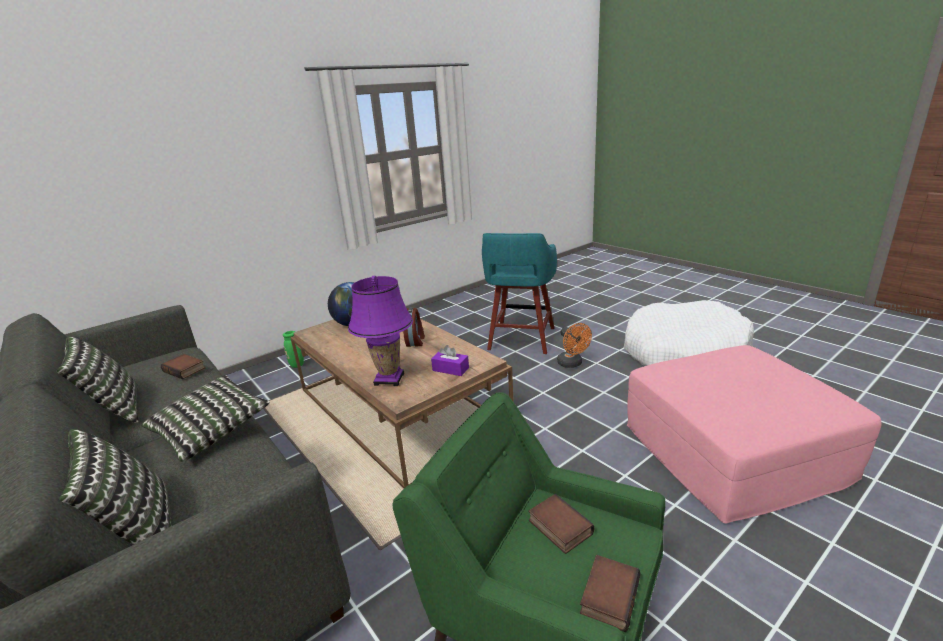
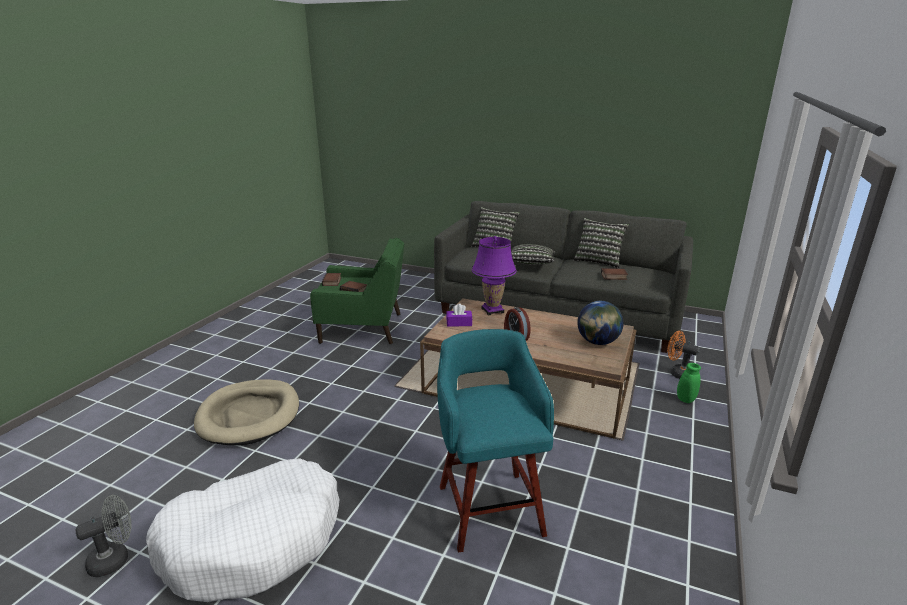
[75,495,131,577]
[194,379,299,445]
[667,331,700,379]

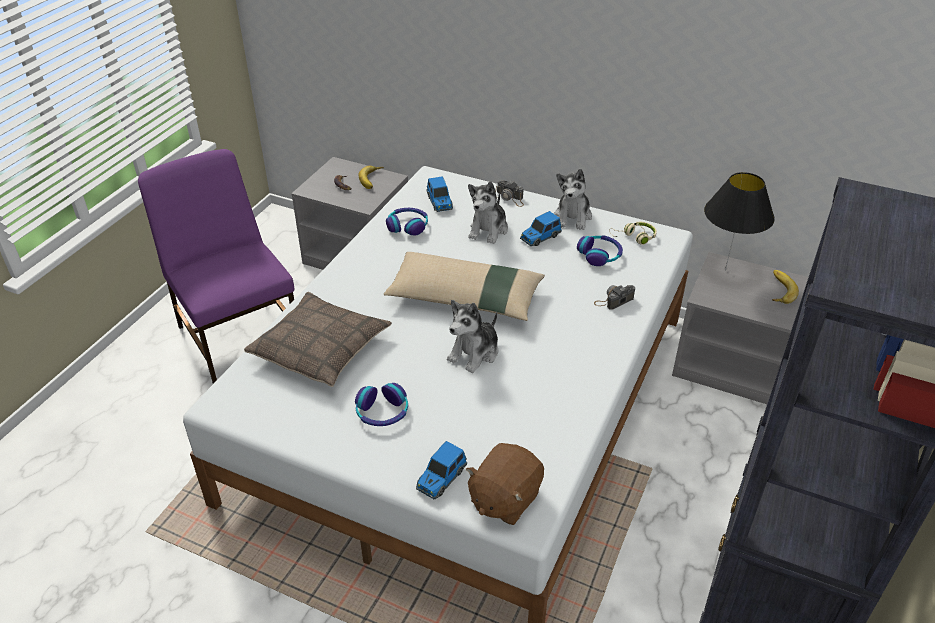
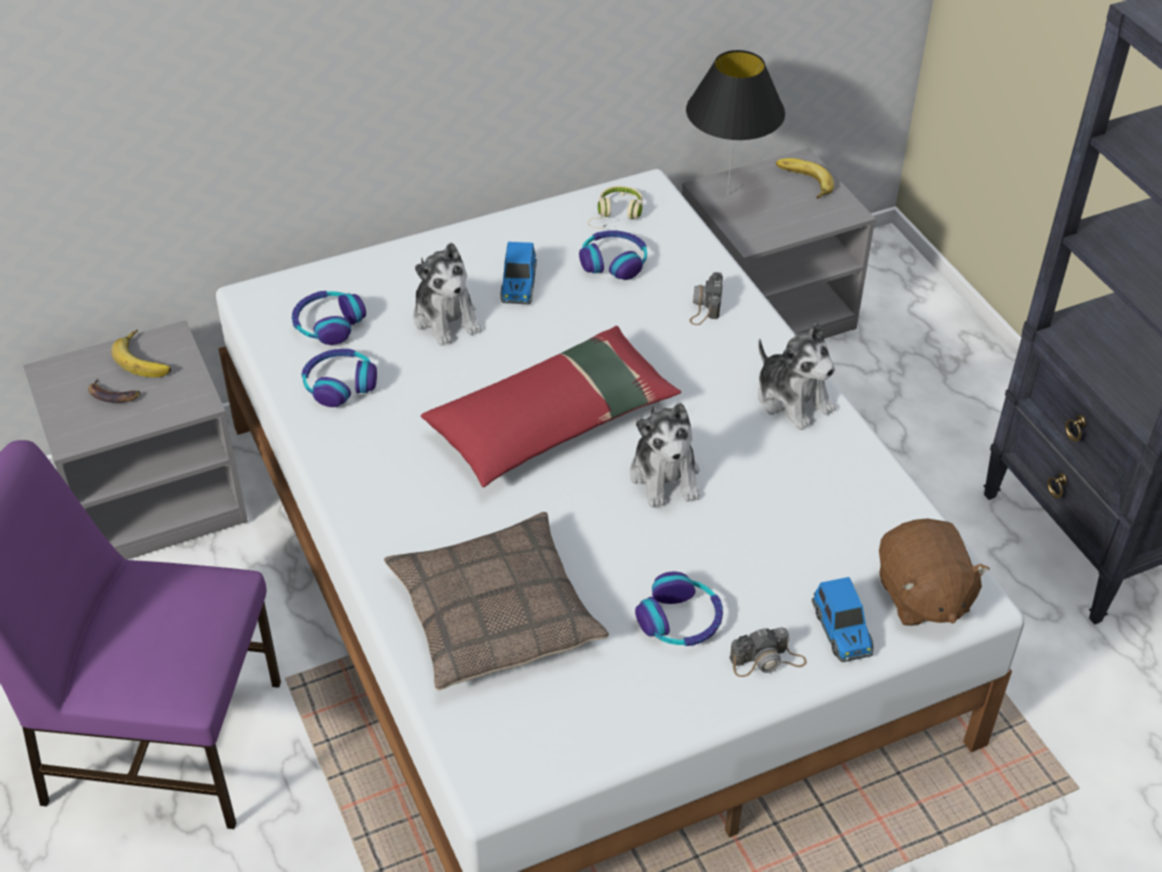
[292,291,366,345]
[421,326,681,487]
[730,627,807,677]
[758,323,836,430]

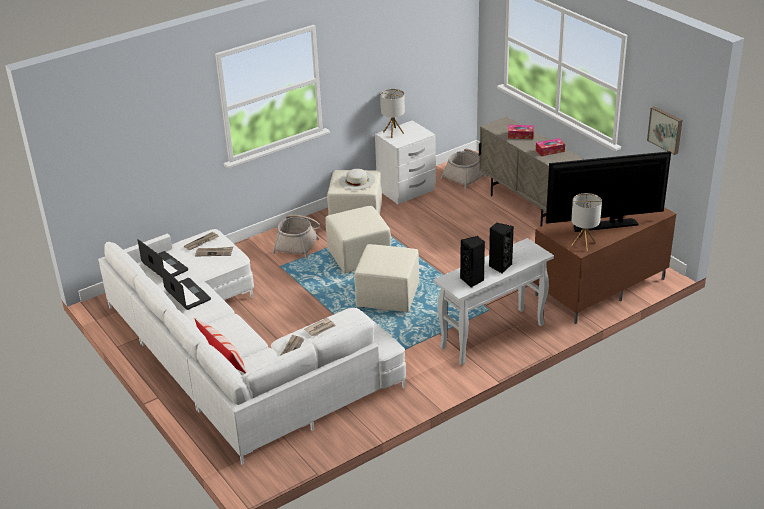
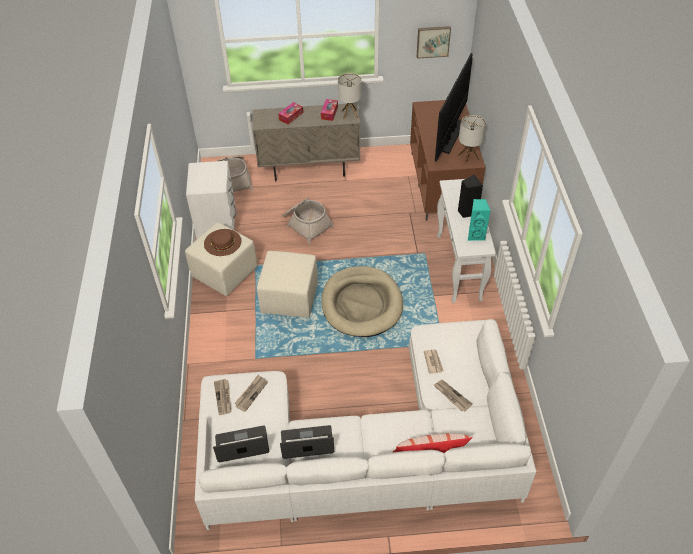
[204,229,241,256]
[282,197,335,244]
[321,266,403,337]
[338,73,361,120]
[468,199,491,241]

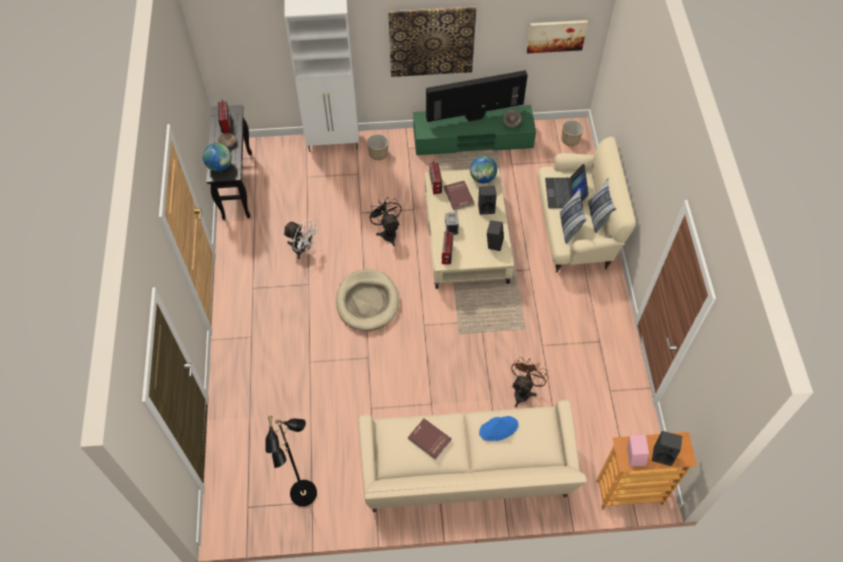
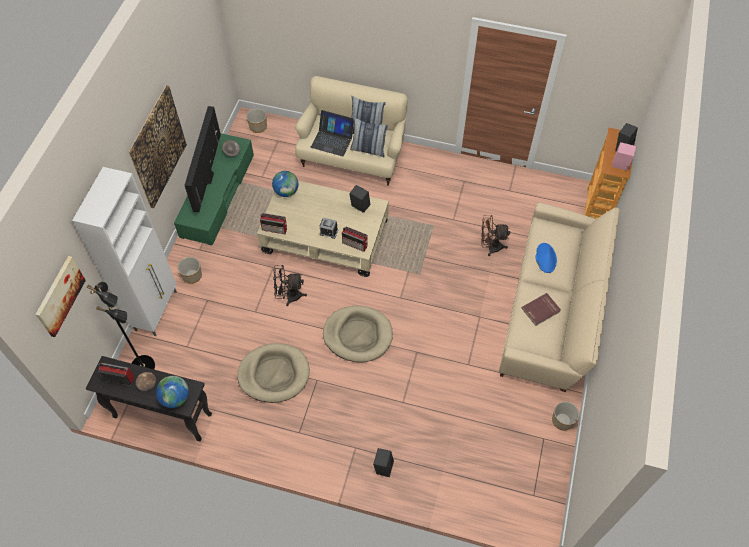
[35,256,86,337]
[87,282,155,369]
[238,343,310,403]
[373,448,394,477]
[481,215,510,256]
[552,401,579,430]
[444,181,474,210] (first image)

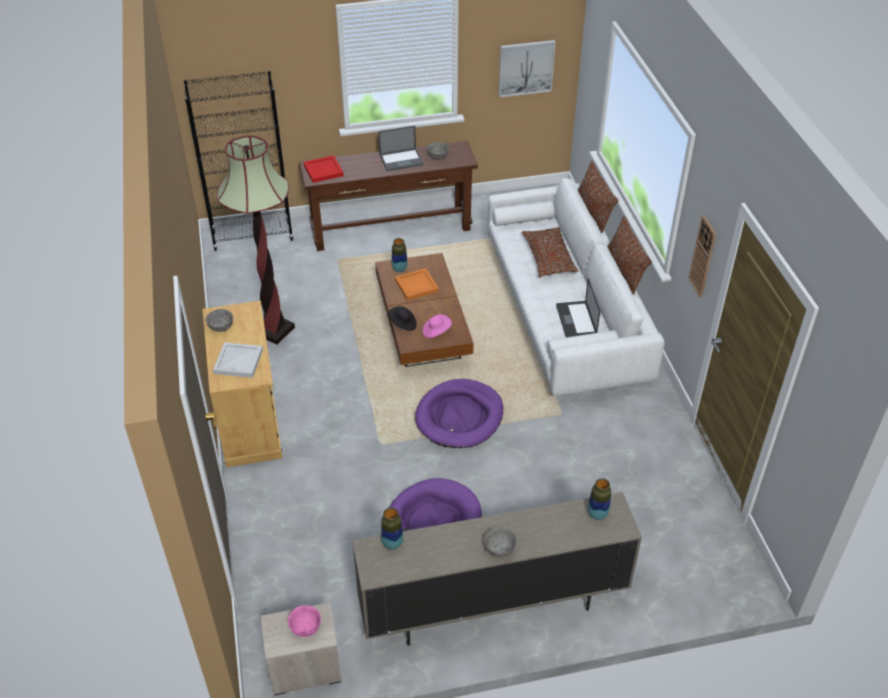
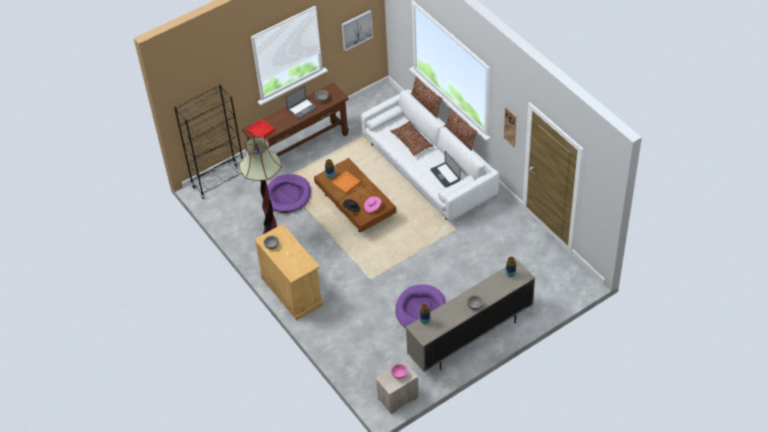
[268,174,311,213]
[213,342,263,378] (first image)

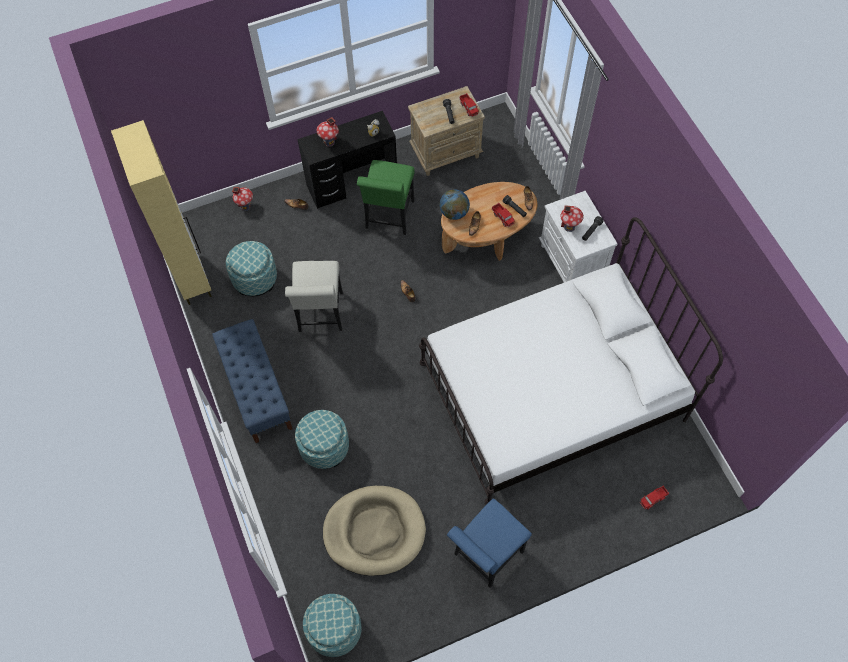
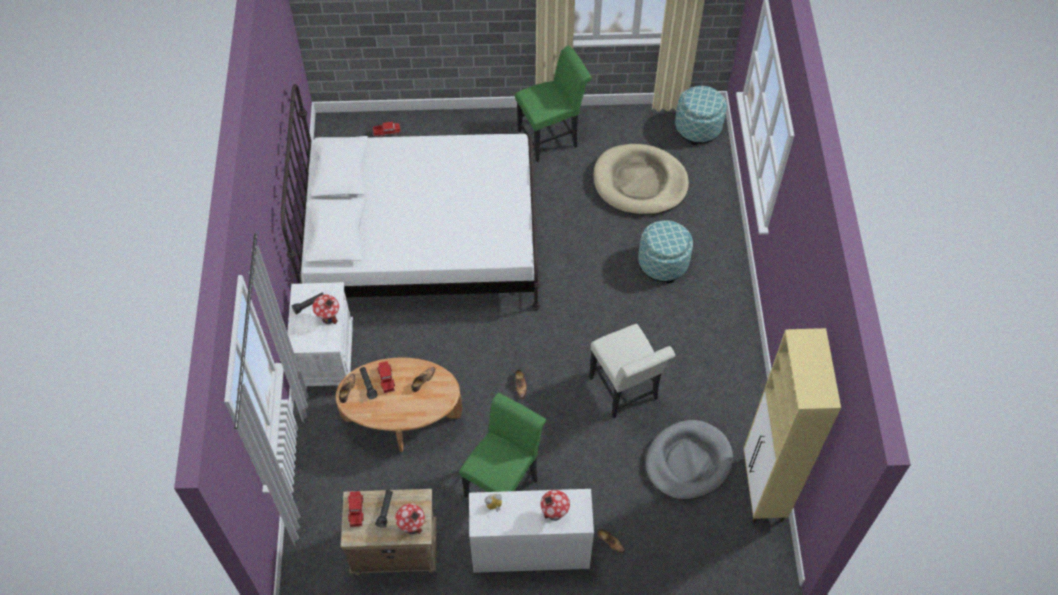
[395,503,425,534]
[469,489,594,573]
[515,46,592,162]
[589,324,675,419]
[645,420,733,500]
[212,319,293,443] (first image)
[440,189,470,220] (first image)

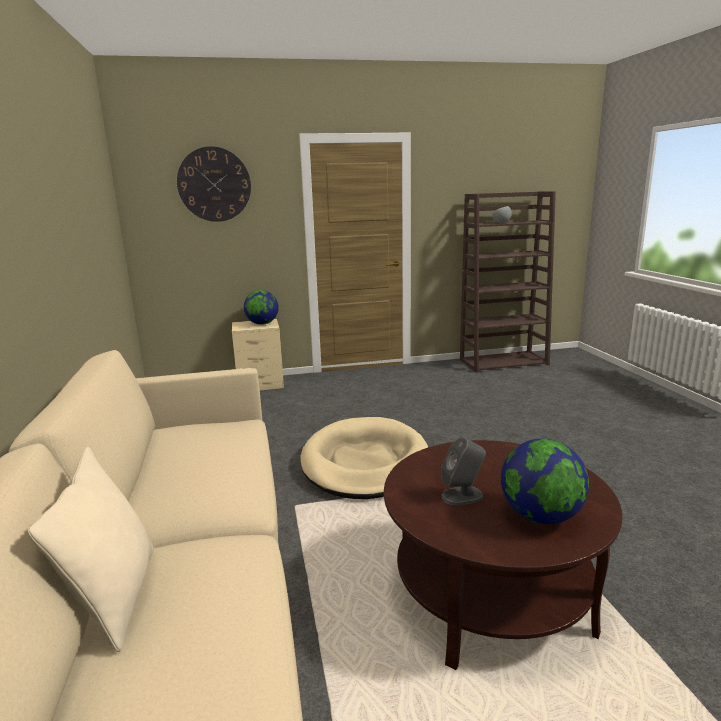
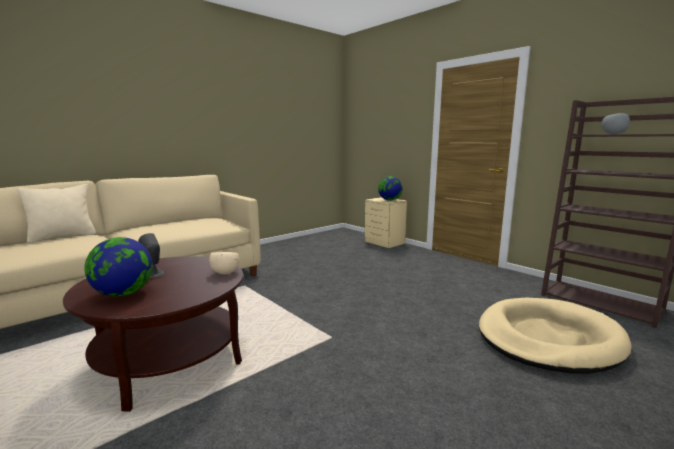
[209,252,239,274]
[479,298,632,374]
[177,146,251,222] (first image)

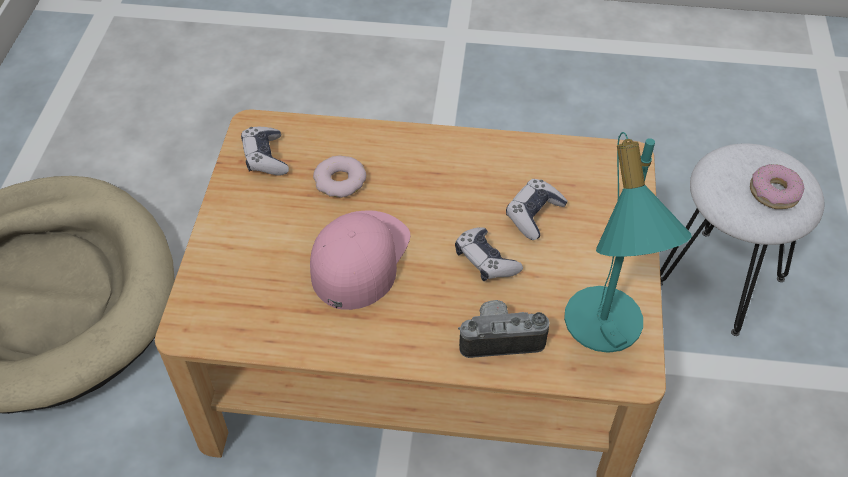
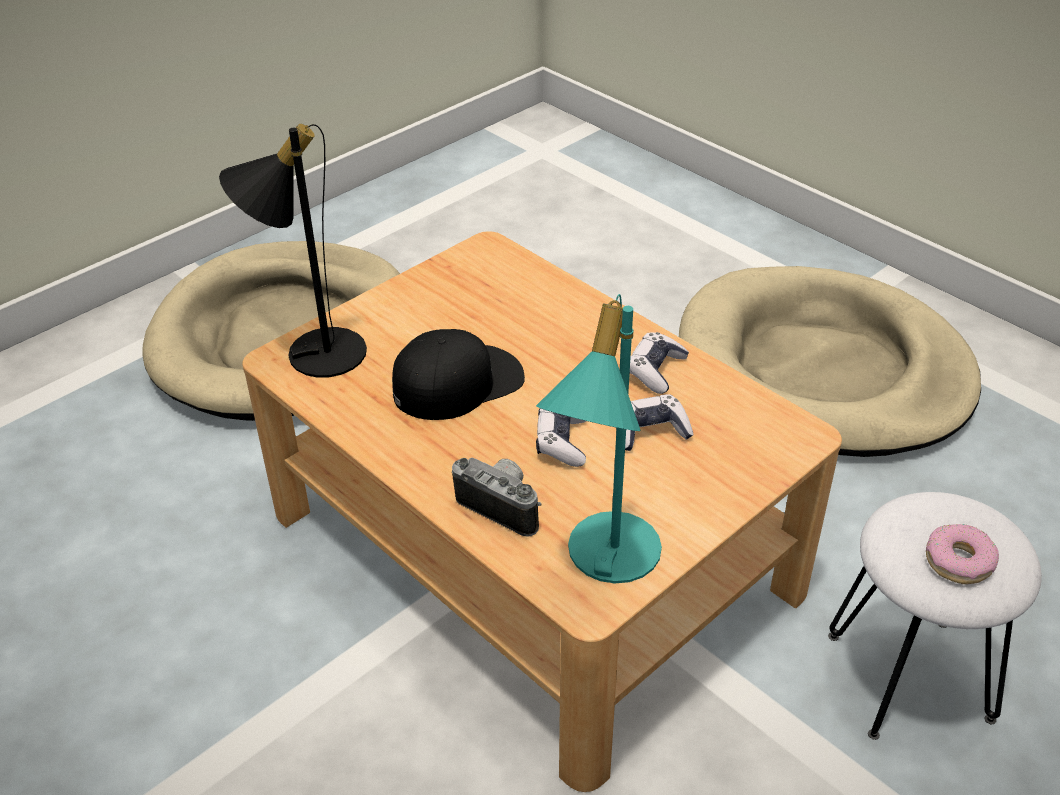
[219,124,367,378]
[392,329,525,420]
[630,332,689,394]
[679,266,981,457]
[313,155,366,198] (first image)

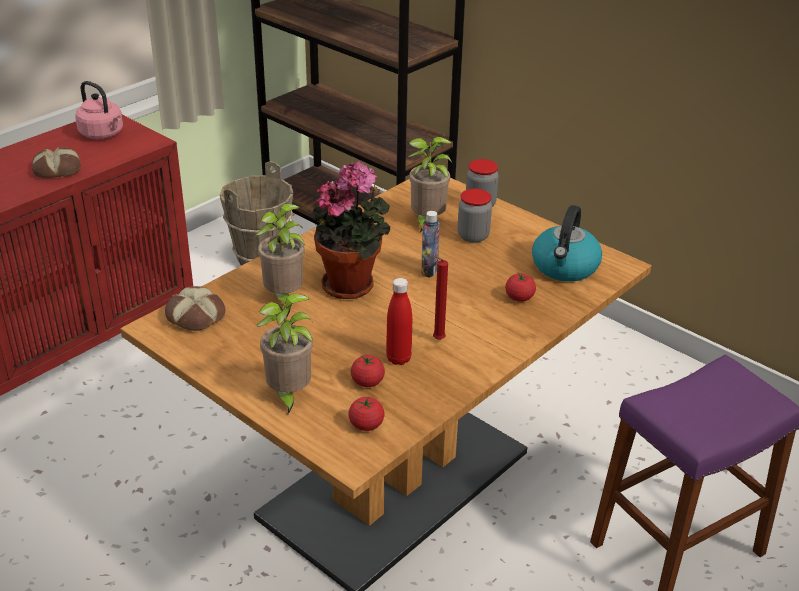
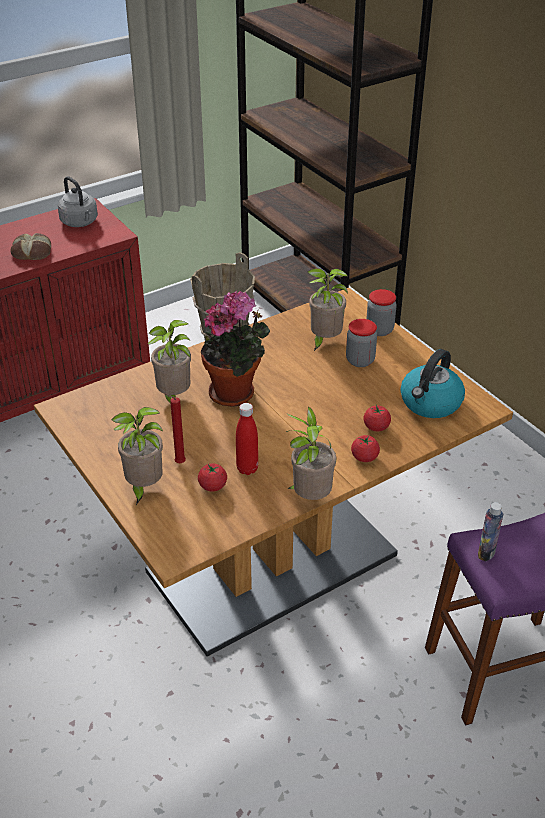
[58,176,98,227]
[164,393,186,463]
[286,407,336,500]
[351,435,380,462]
[478,502,503,562]
[165,286,225,331] (first image)

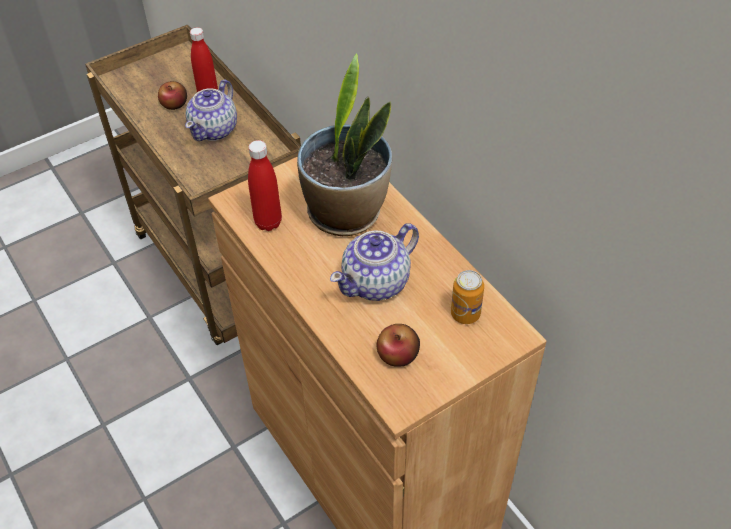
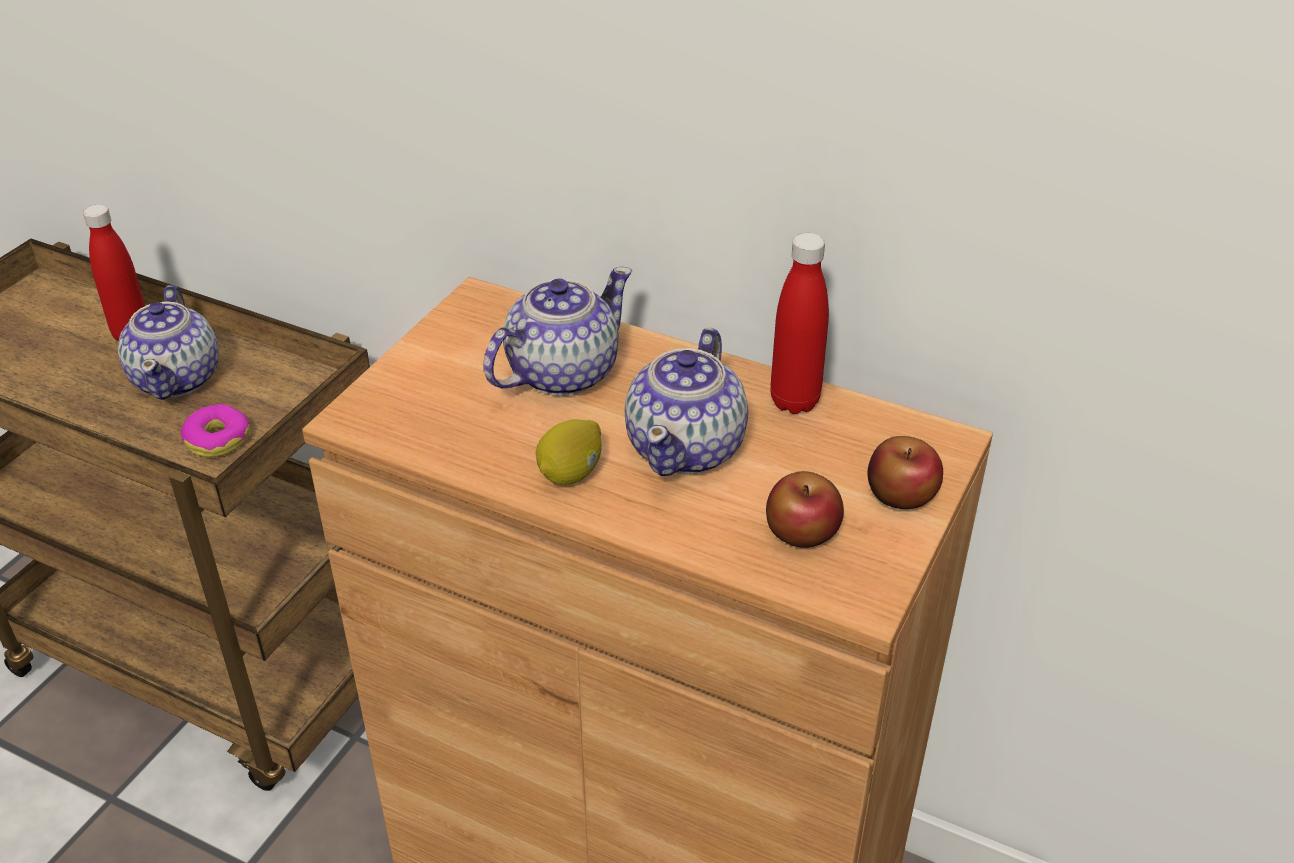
[181,404,250,457]
[483,267,632,396]
[536,419,602,485]
[770,233,829,414]
[867,436,943,509]
[451,270,484,324] (first image)

